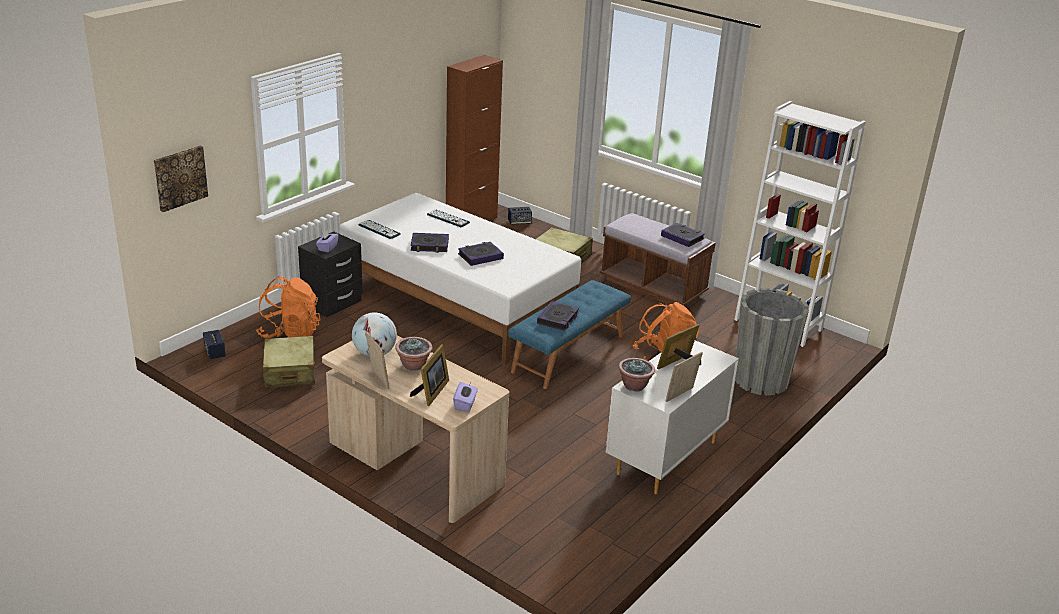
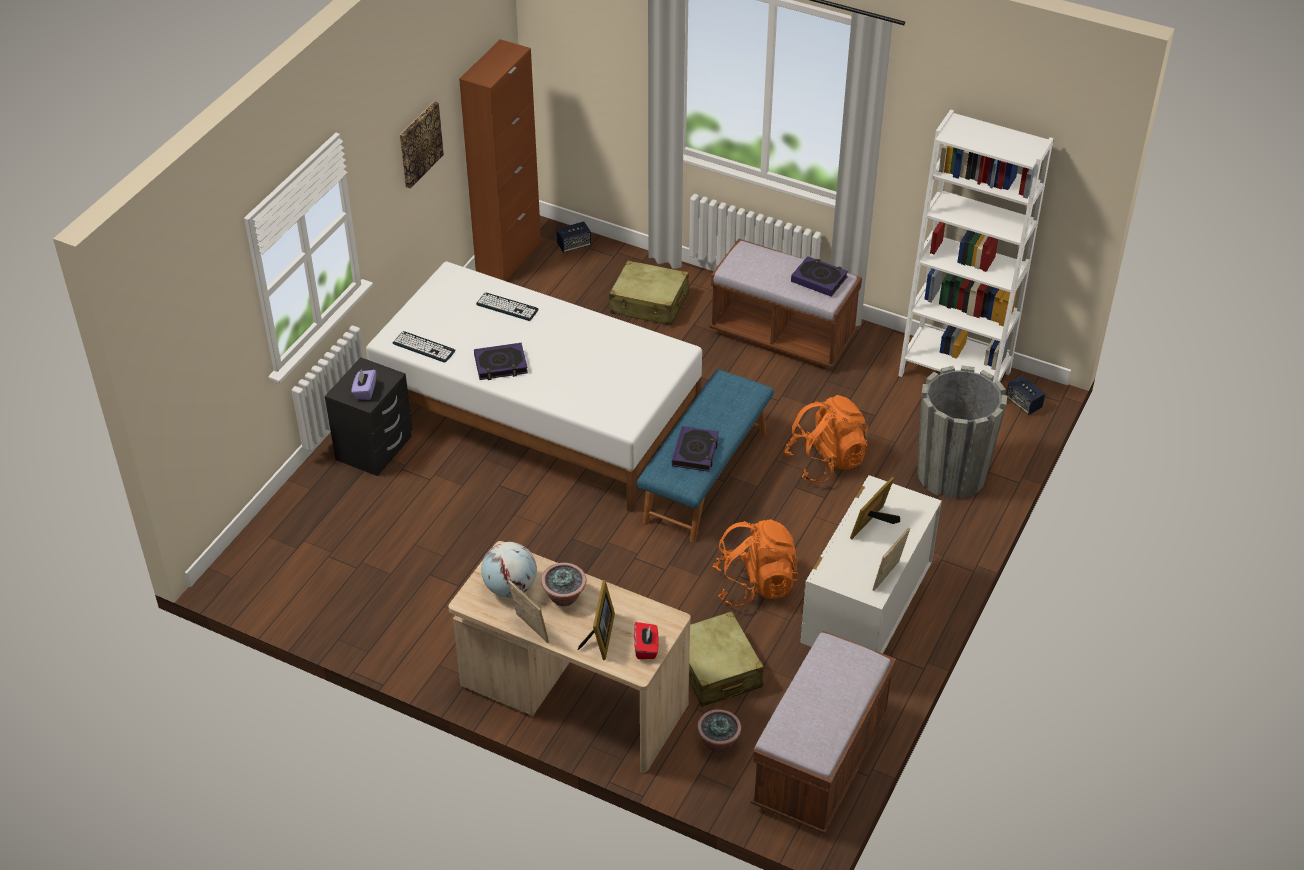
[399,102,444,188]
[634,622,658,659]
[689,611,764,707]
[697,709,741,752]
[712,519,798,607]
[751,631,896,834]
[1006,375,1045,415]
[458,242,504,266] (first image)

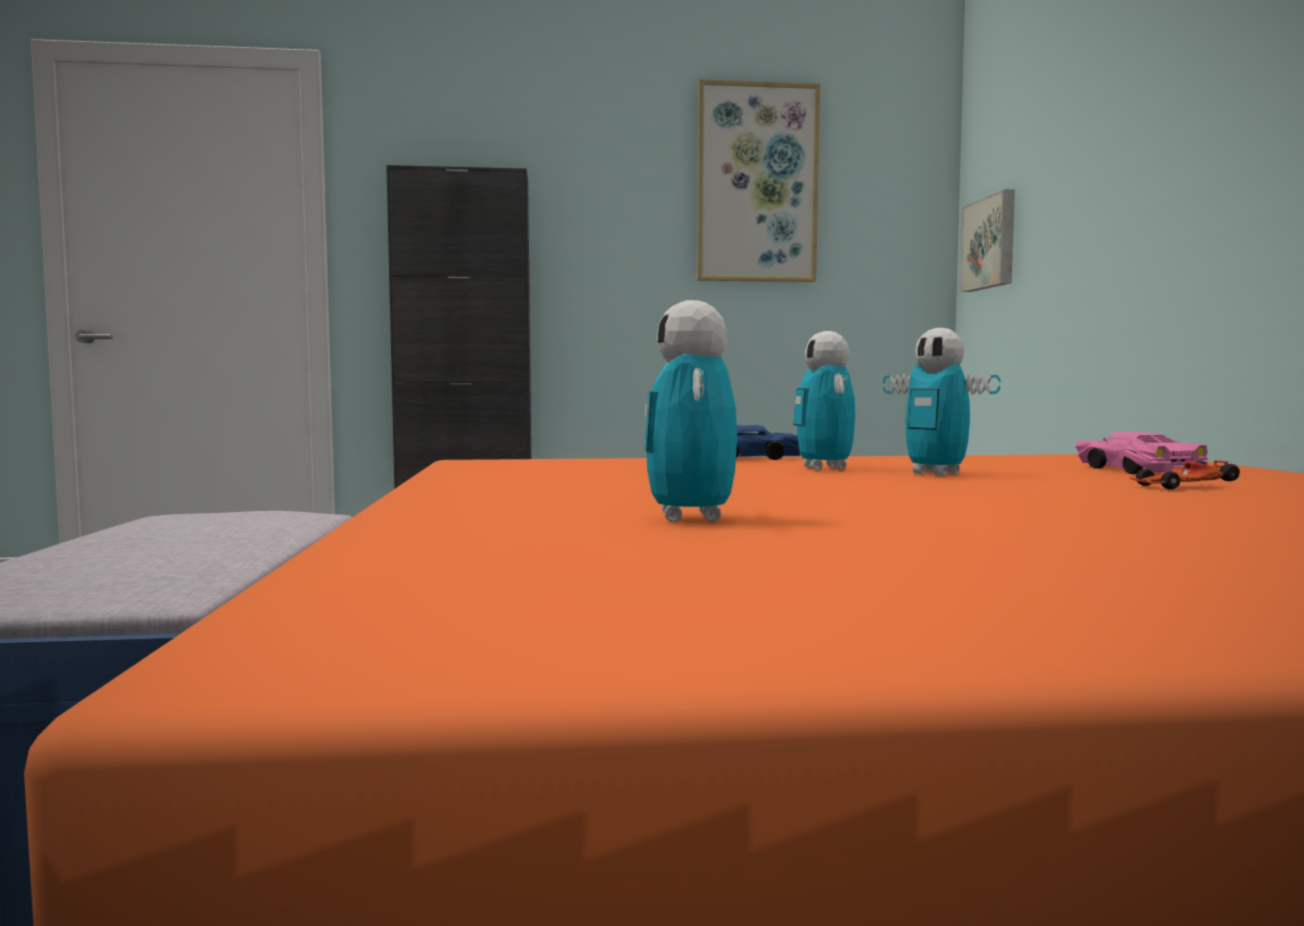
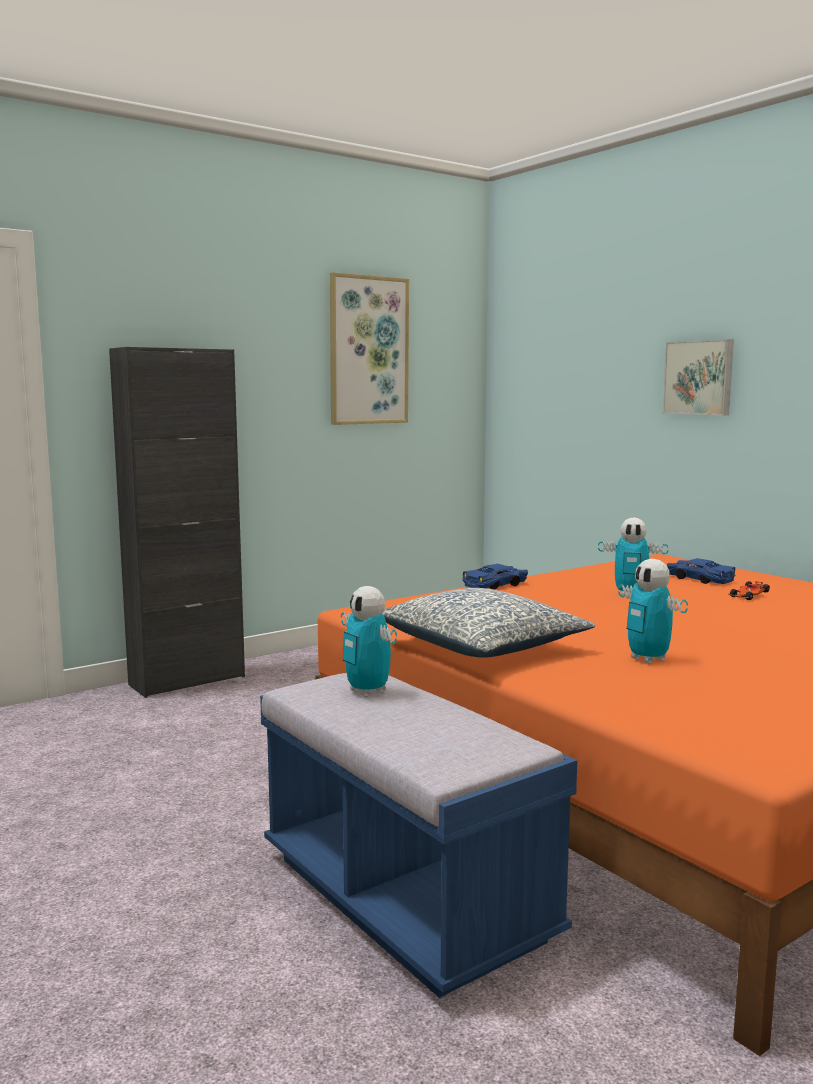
[341,586,397,697]
[382,588,595,657]
[662,339,734,415]
[667,558,735,584]

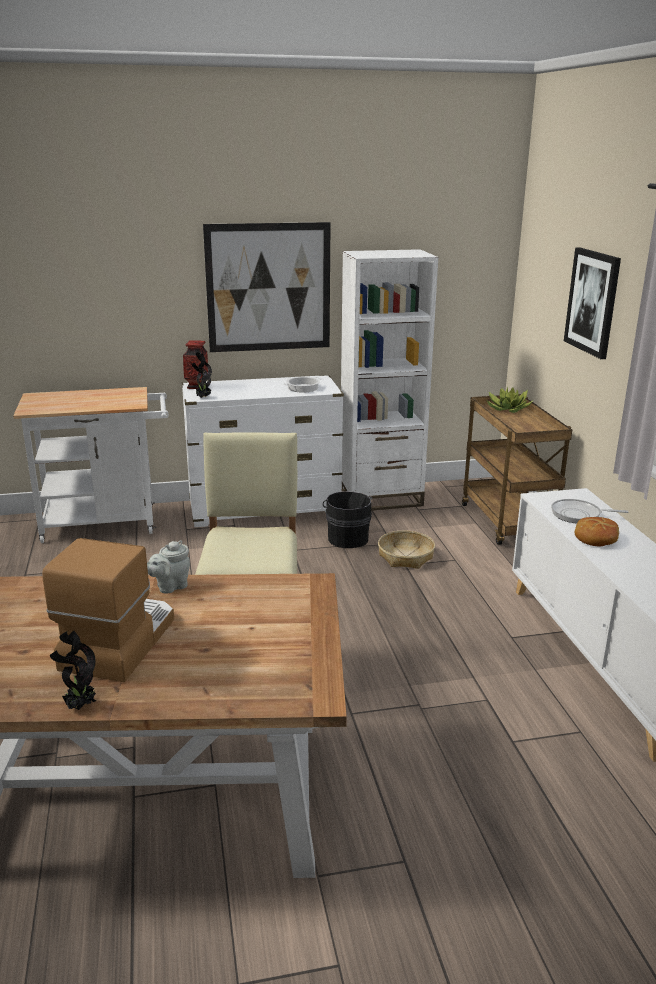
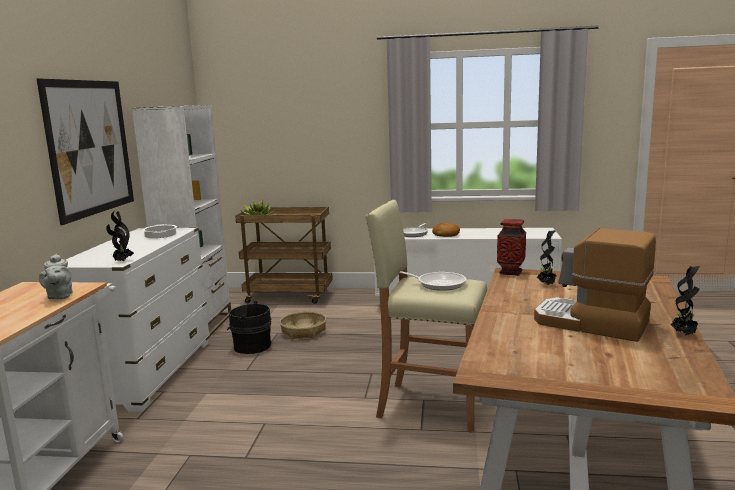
[39,254,73,299]
[400,271,466,291]
[497,219,526,276]
[537,230,559,285]
[564,248,621,359] (first image)

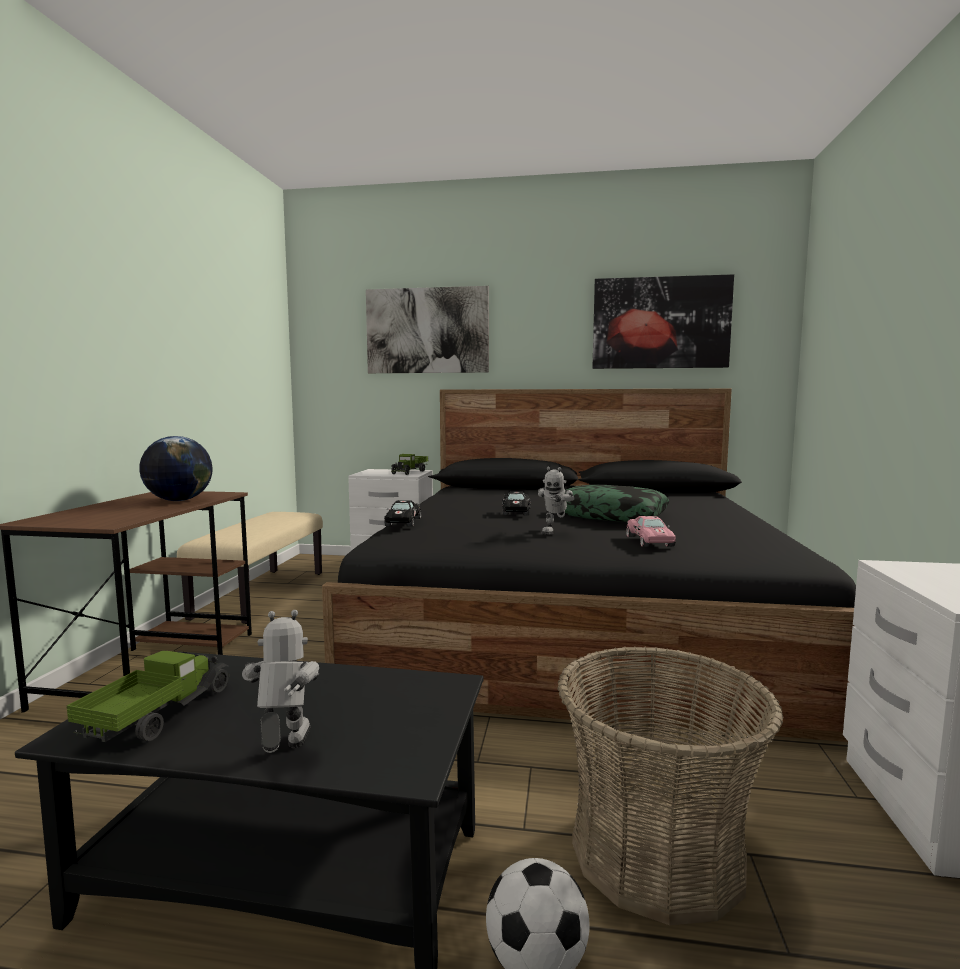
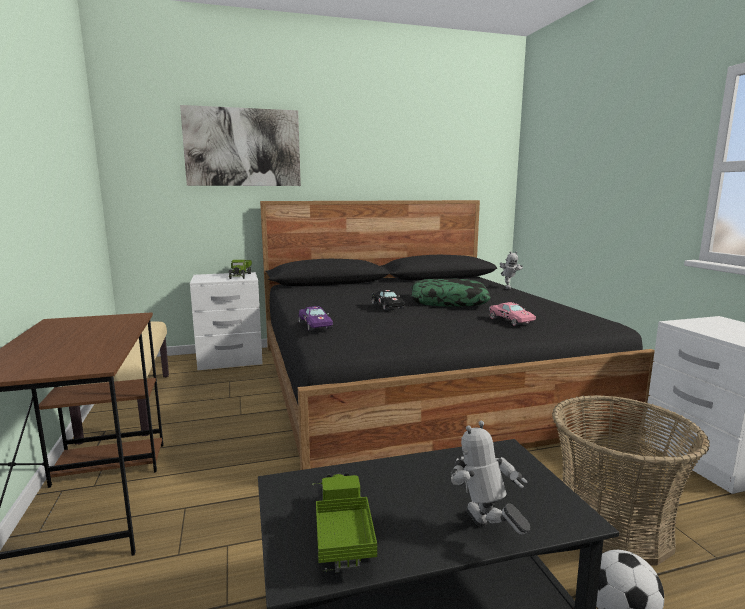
[298,306,333,331]
[500,251,523,289]
[139,436,213,501] (first image)
[592,274,734,369] (first image)

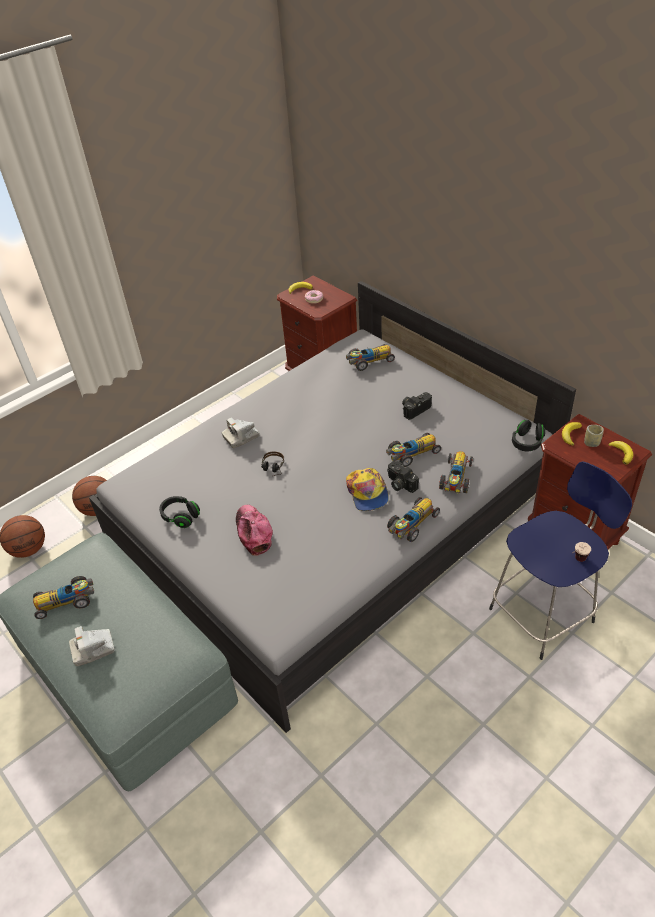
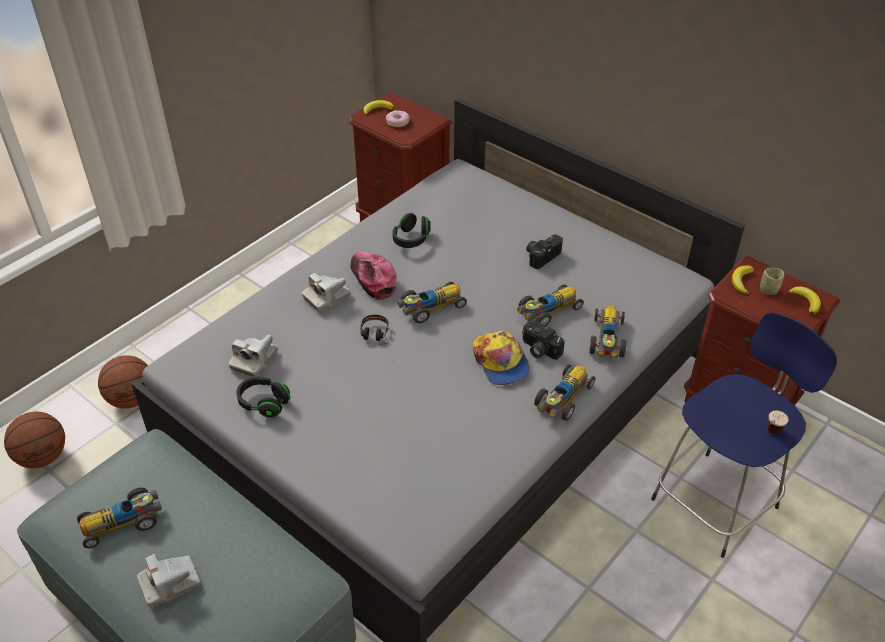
[229,335,278,377]
[350,251,397,300]
[392,213,431,248]
[398,282,467,323]

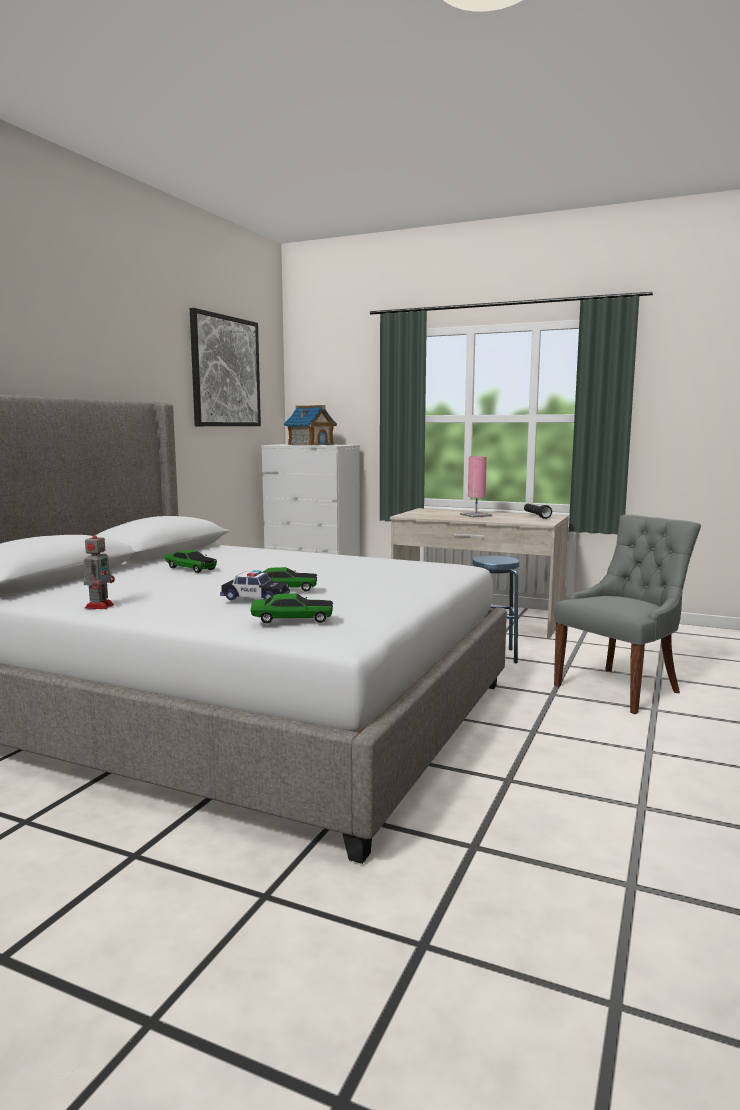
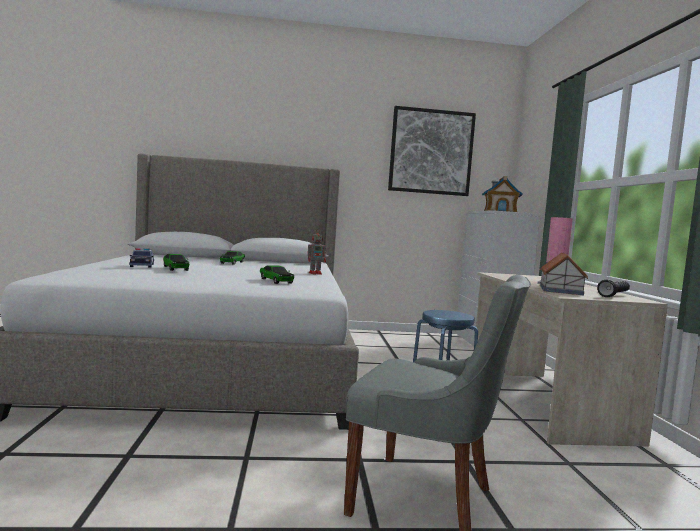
[260,266,294,284]
[308,229,326,275]
[540,252,588,295]

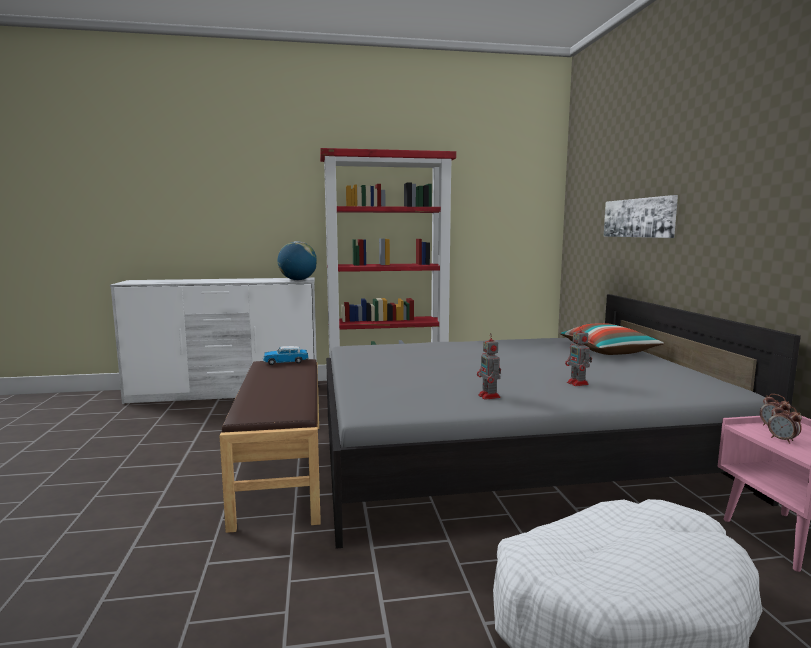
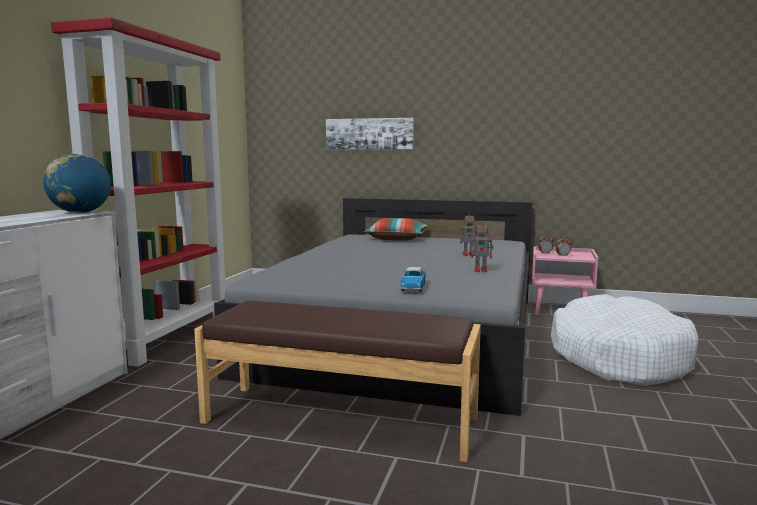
[400,267,426,292]

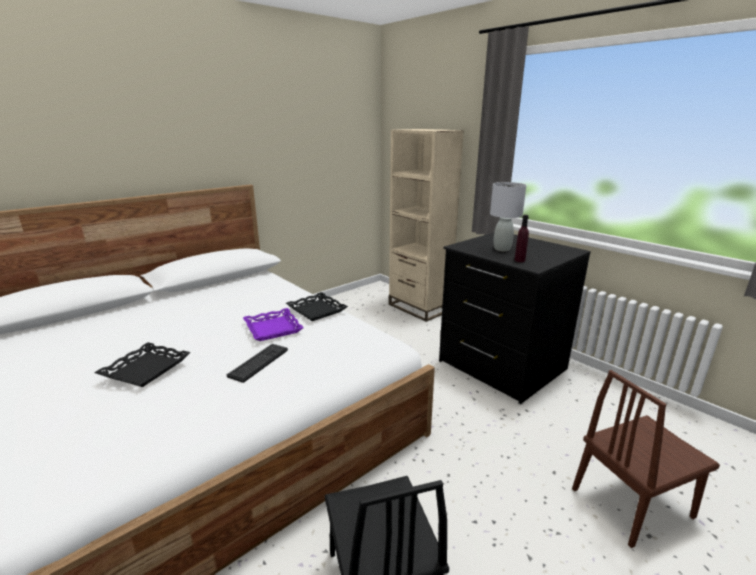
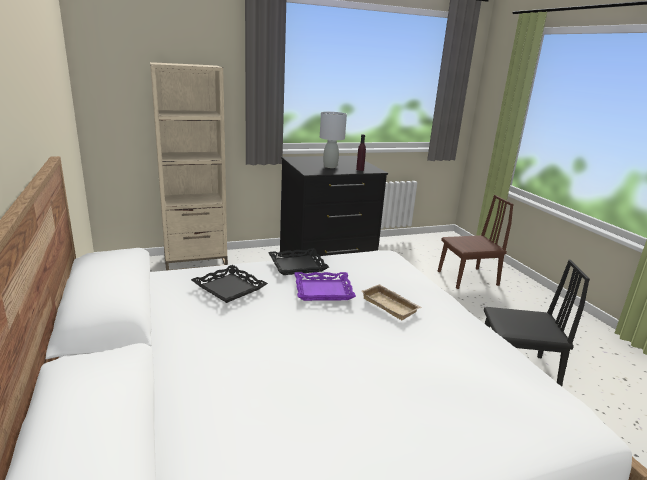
[191,265,268,303]
[361,284,422,321]
[438,195,514,289]

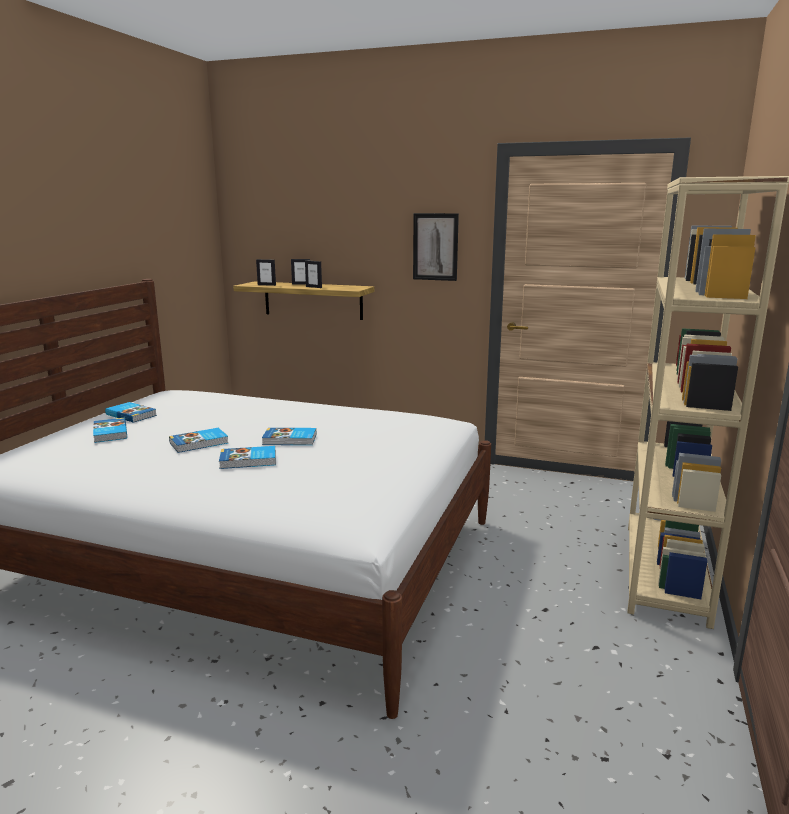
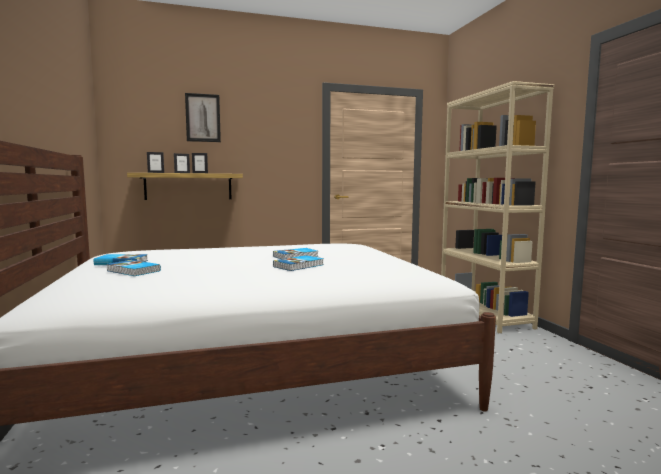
[185,93,221,142]
[169,428,228,453] (first image)

